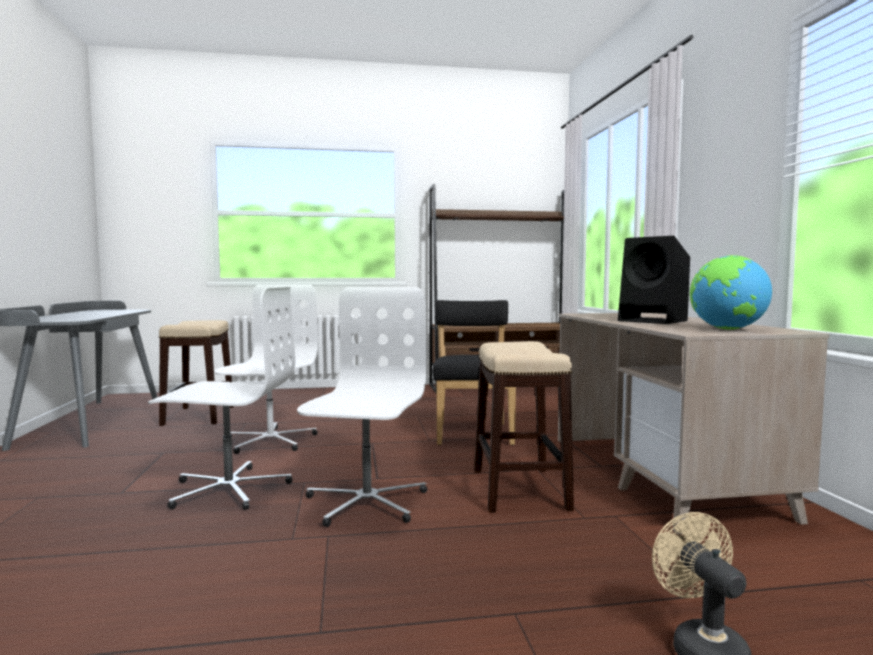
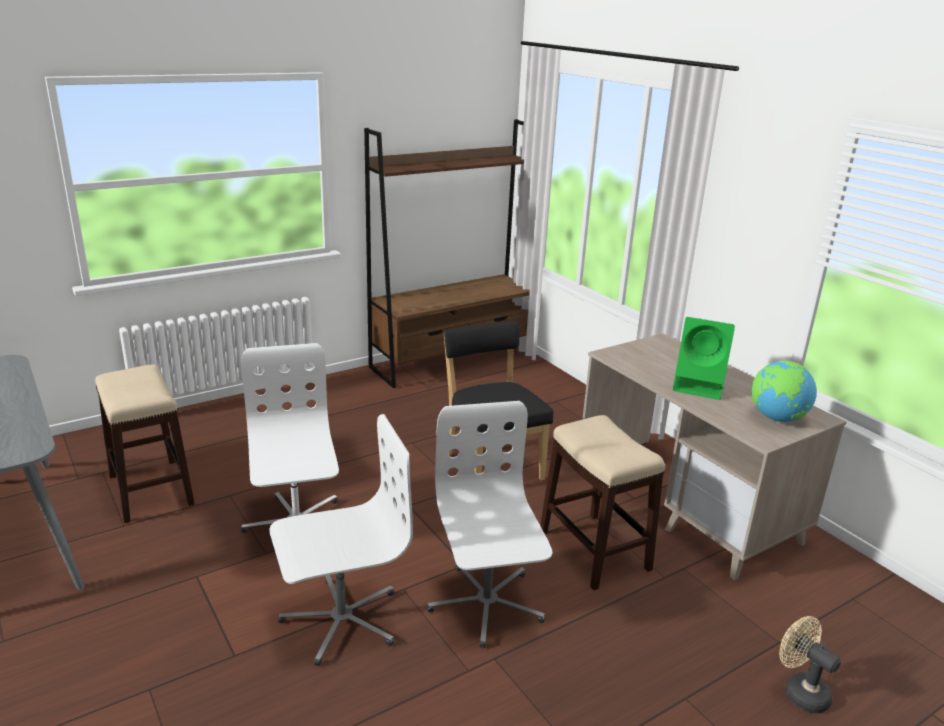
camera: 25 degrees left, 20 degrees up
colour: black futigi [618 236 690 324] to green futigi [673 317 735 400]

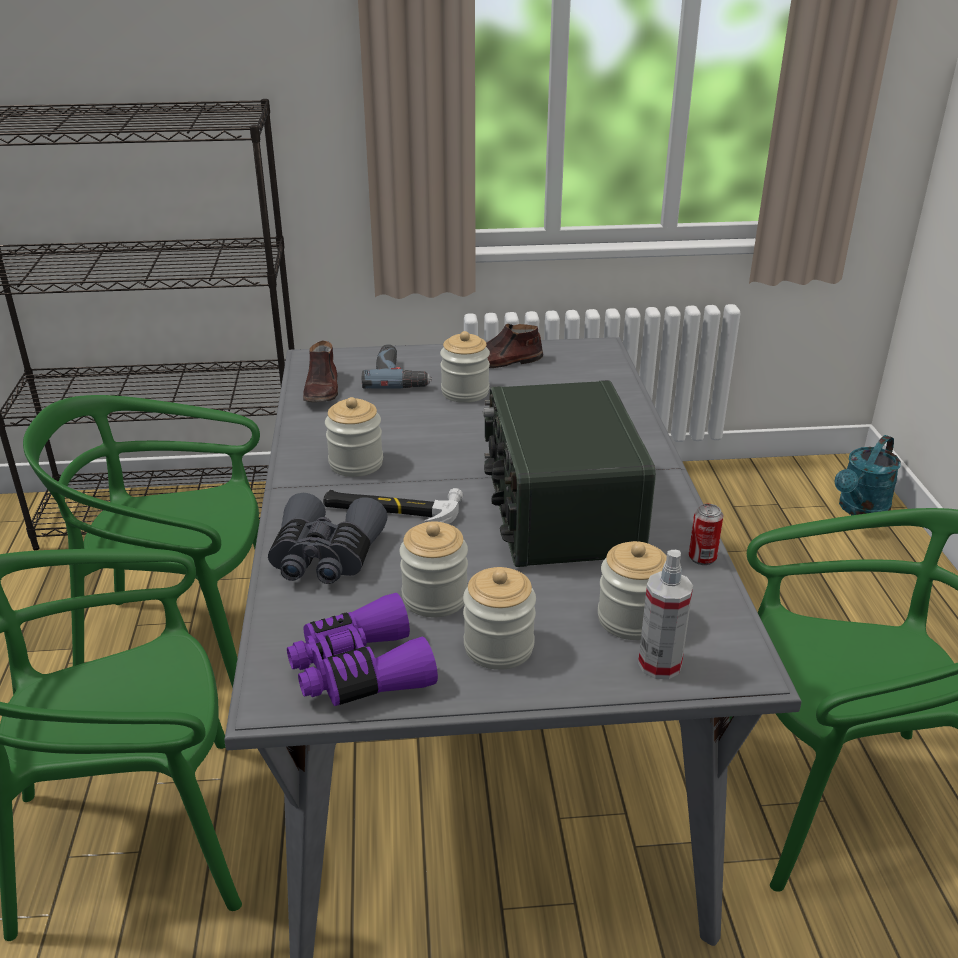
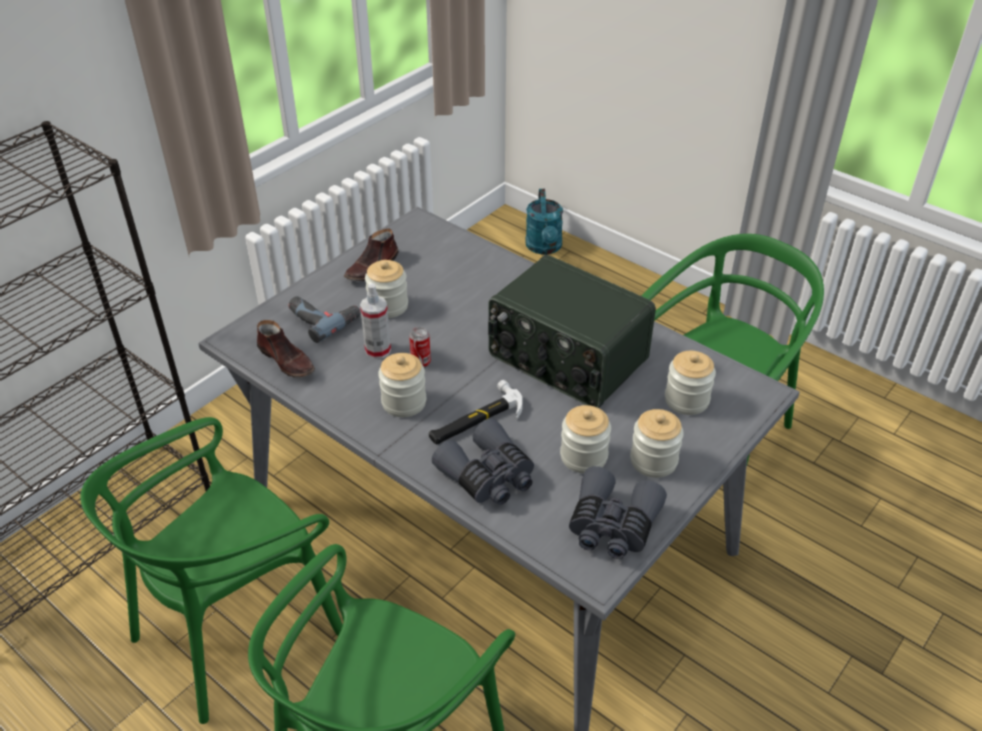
camera: 45 degrees left, 10 degrees up
relocated: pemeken [689 504 724 565] to [409 327 431 368]; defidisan [638 550 693 679] to [360 283 391 359]
colour: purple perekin [287 593 438 706] to grey perekin [569 466 667 559]

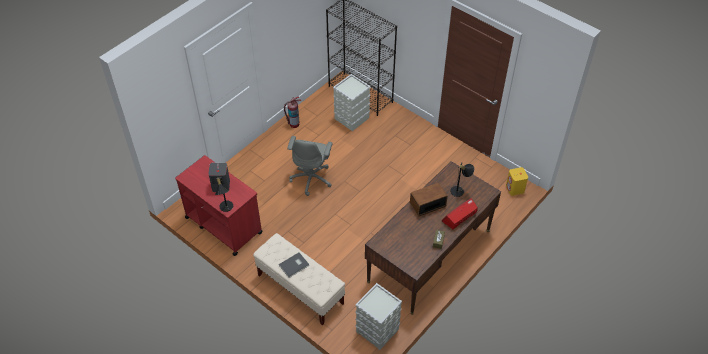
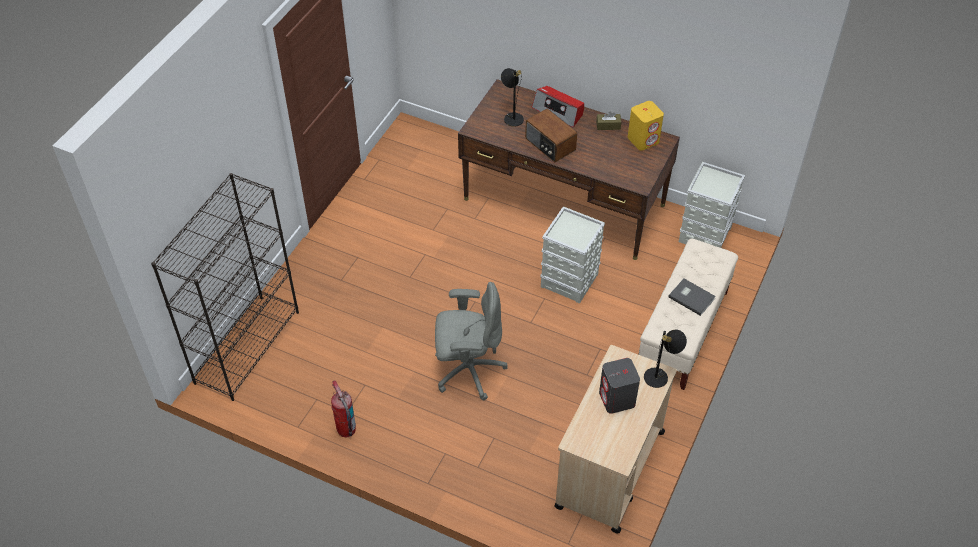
camera: 105 degrees left, 0 degrees up
relocated: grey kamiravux [333 74 371 131] to [540 206 605 304]; yellow futigi [506 167 528 196] to [628 101 664 151]
colour: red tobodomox [175 155 262 256] to beige tobodomox [554 345 677 534]

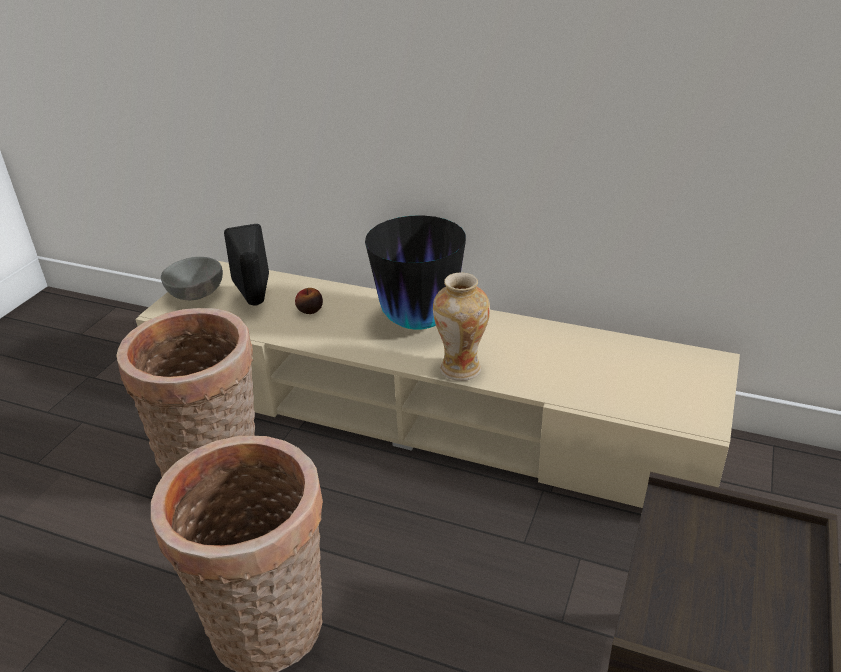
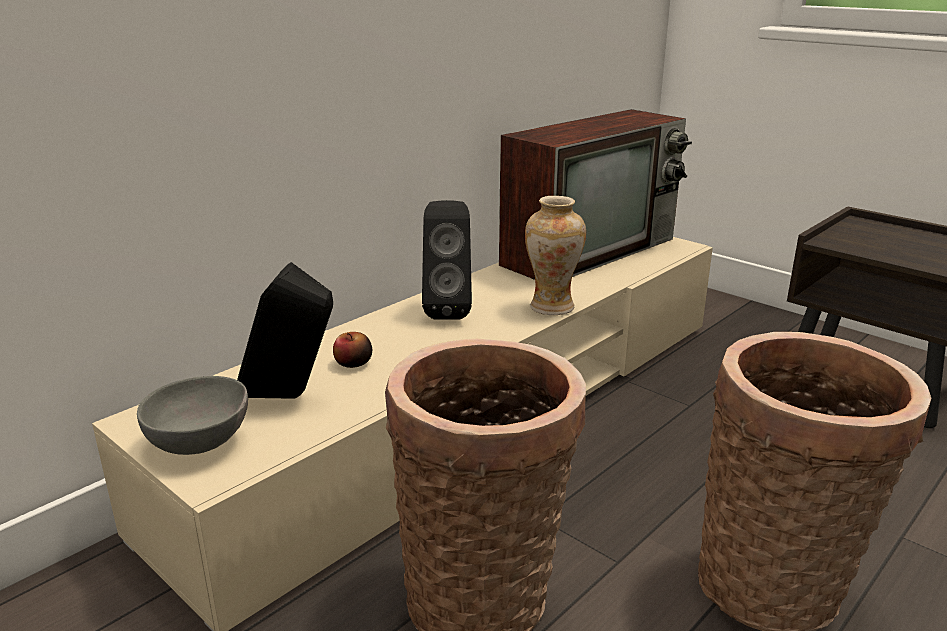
camera: 70 degrees left, 10 degrees down
appeared: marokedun [499 109 692 280]
exchanged: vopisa [365 215 466 329] to black futigi [422 200 472 320]

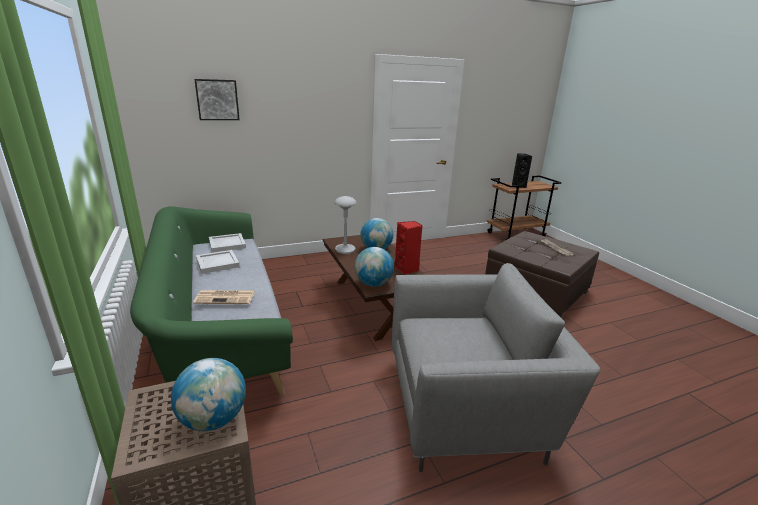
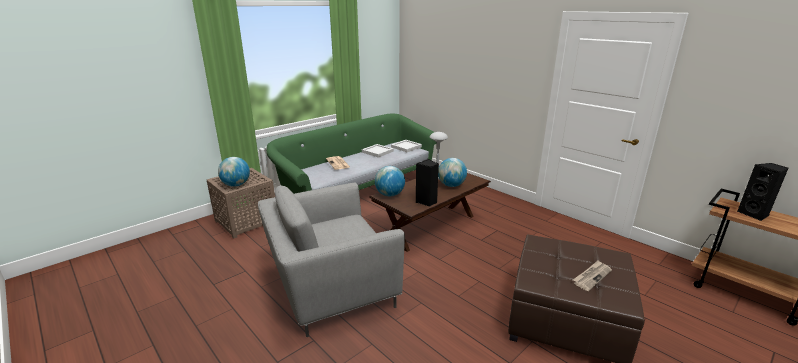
camera: 70 degrees right, 0 degrees up
missing: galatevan [194 79 240 120]
colour: red futigi [395 221 423 275] to black futigi [416 159 439 206]
spun: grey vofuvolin [392 263 600 472] = [258 182 405 337] 90 degrees clockwise

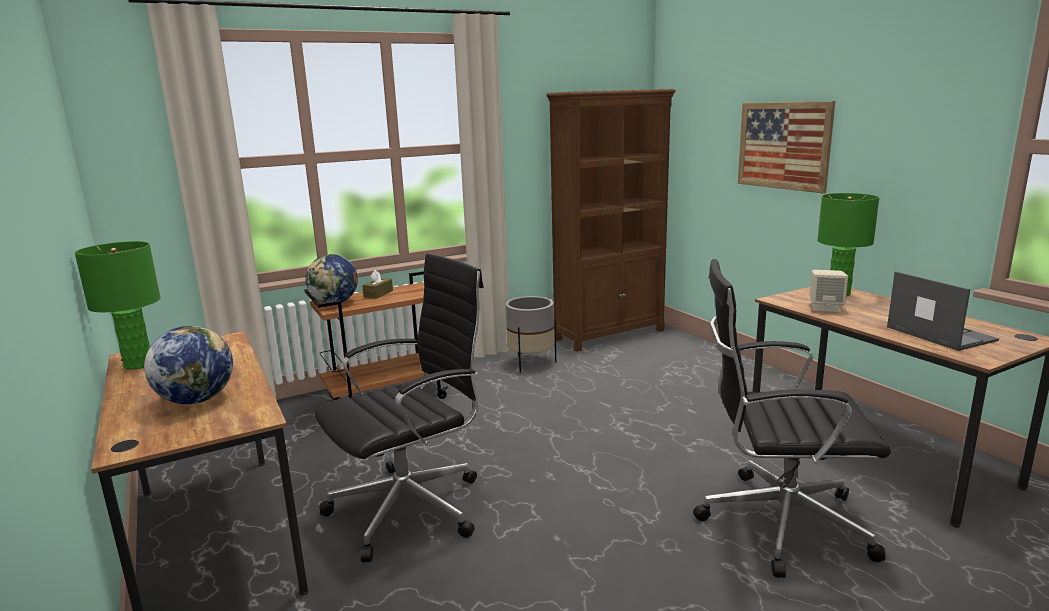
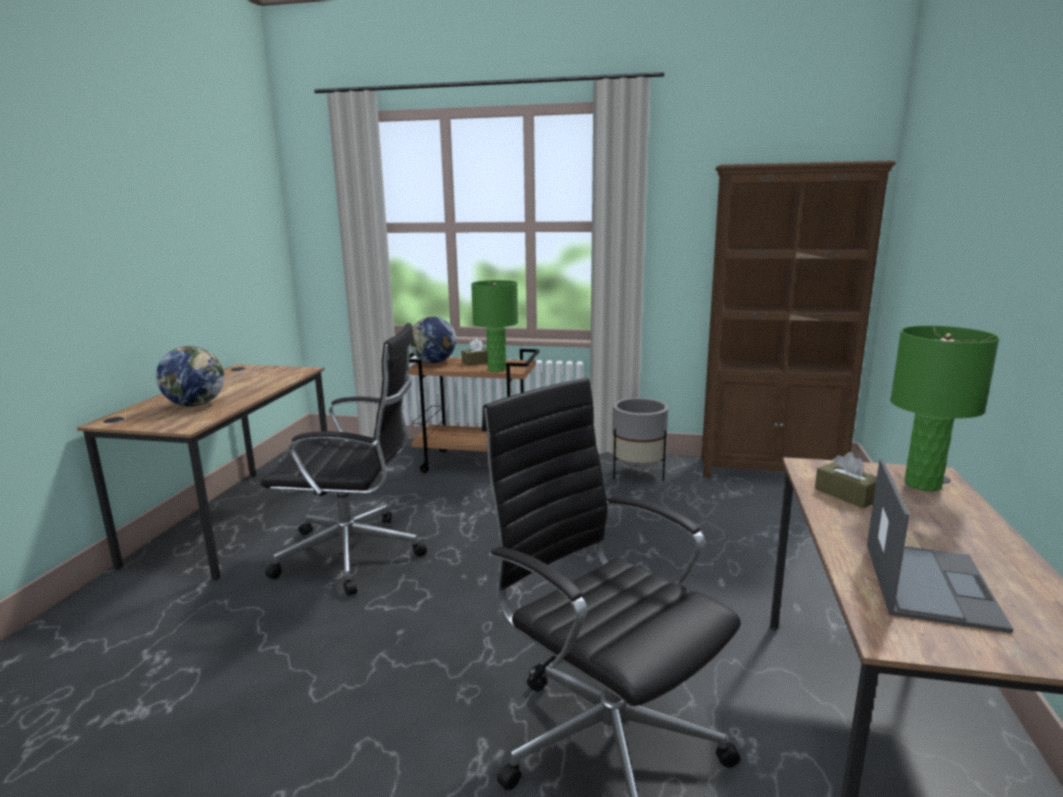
camera: 40 degrees right, 0 degrees up
missing: galatevan [738 101 835 194]
relocated: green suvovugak [74 241 161 370] to [471 280 518 372]
exchanged: beige futigi [810 270 848 312] to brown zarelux [815 452 877 508]

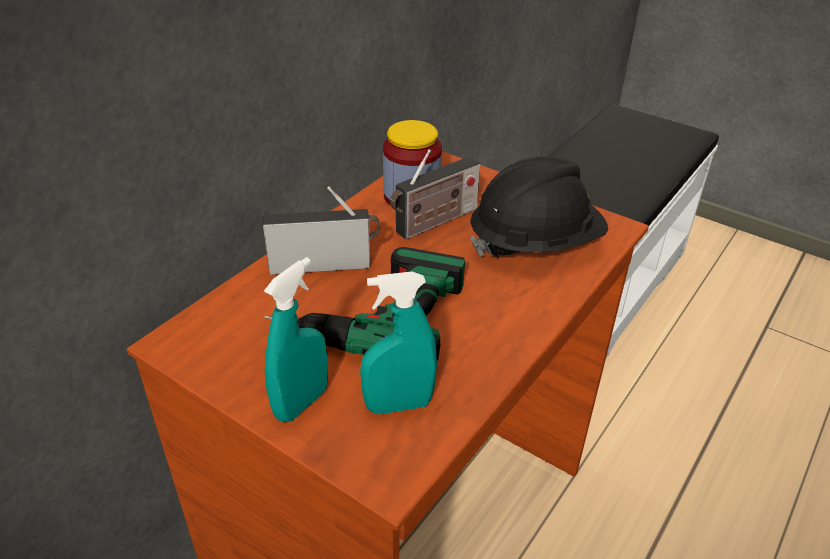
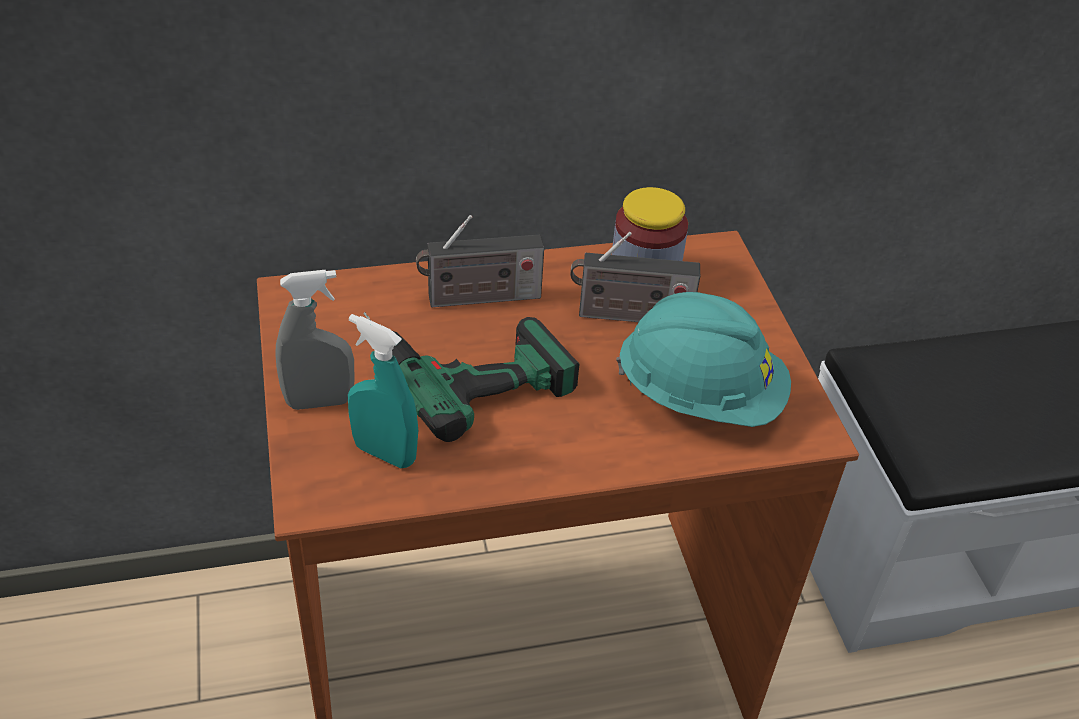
camera: 40 degrees right, 5 degrees up
colour: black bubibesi [470 156 608 258] to turquoise bubibesi [616 292 791 427]; turquoise defidisan [264 257 328 422] to grey defidisan [275 270 355 410]
spun: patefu [263 186 380 275] = [416 215 544 307] 135 degrees clockwise

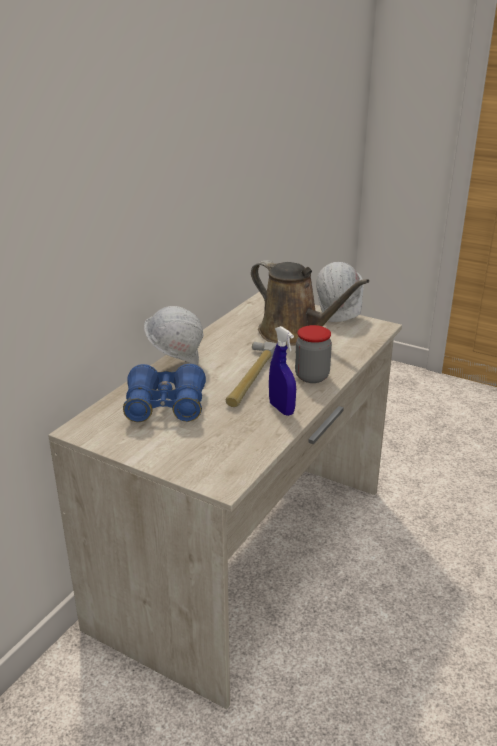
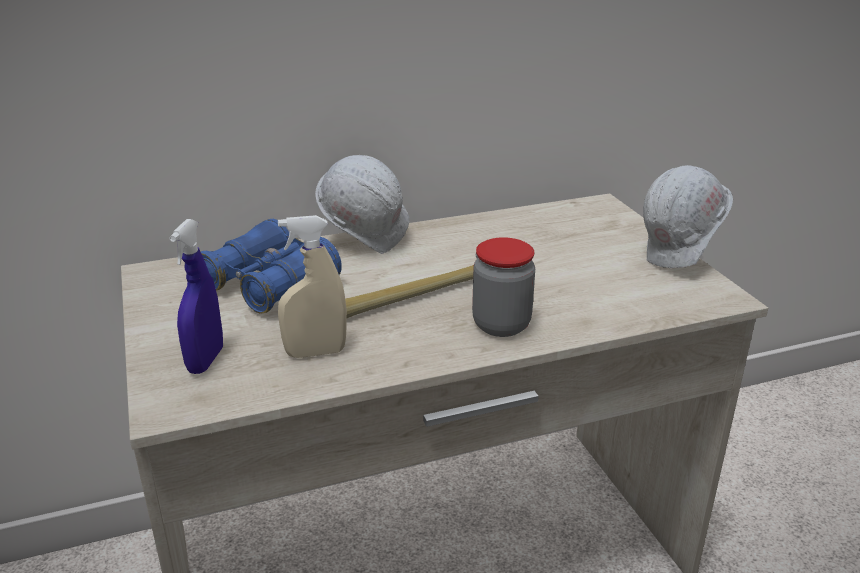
camera: 40 degrees right, 0 degrees up
missing: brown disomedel [251 260 369 346]
appeared: beige defidisan [278 215 347 358]
relocated: blue defidisan [269 326 296 416] to [169 219 223 374]

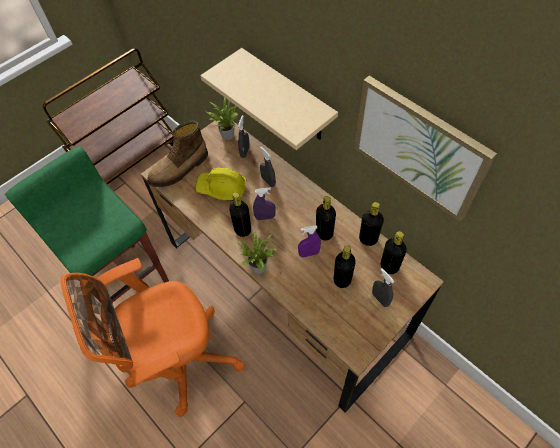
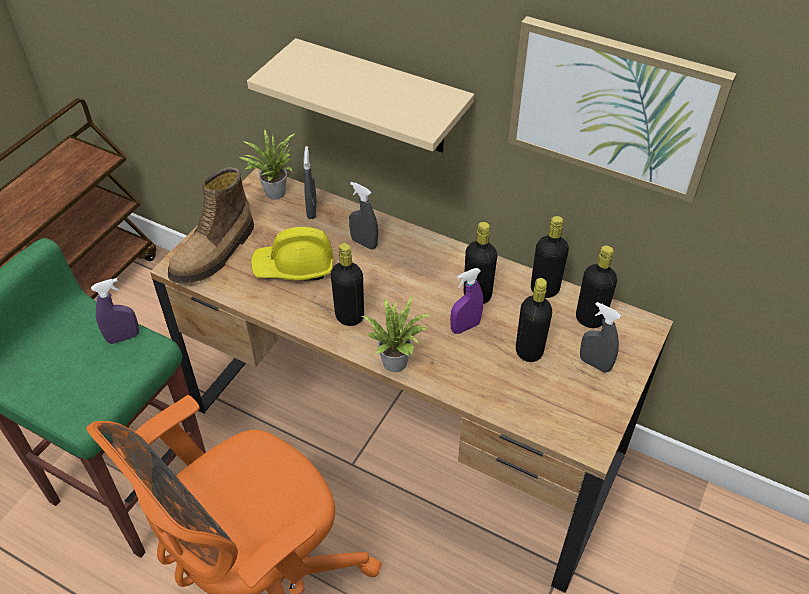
camera: 20 degrees left, 10 degrees down
relocated: purple defidisan [253 187 275 220] to [91 278 139 344]

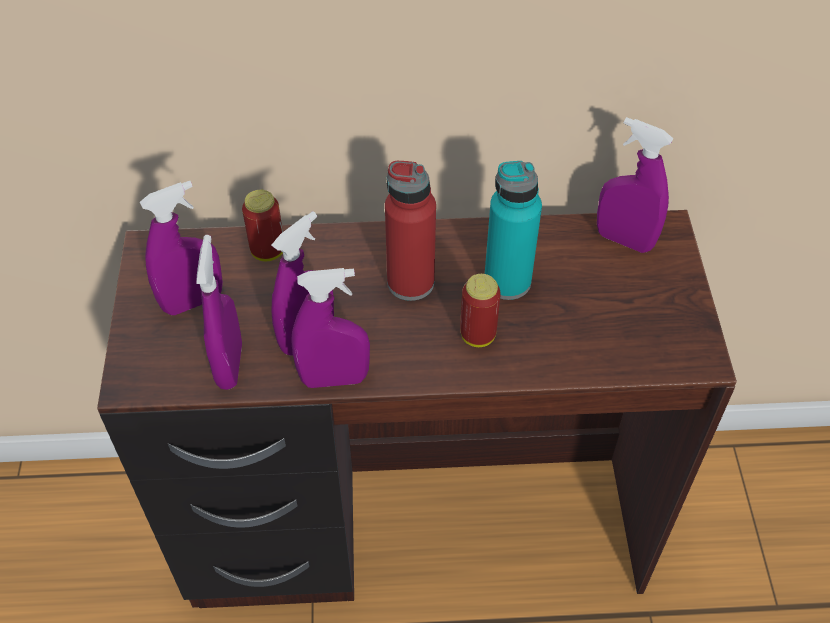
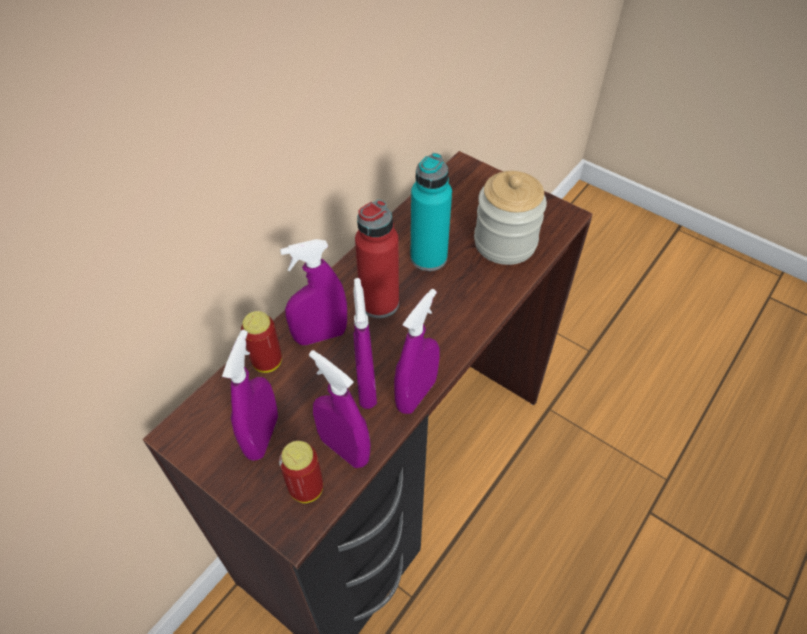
camera: 50 degrees left, 0 degrees up
appeared: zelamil [474 171 547 265]
relocated: purple defidisan [597 117 673 253] to [280 239 347 345]; pemeken [460 274 501 347] to [279 441 323 503]

